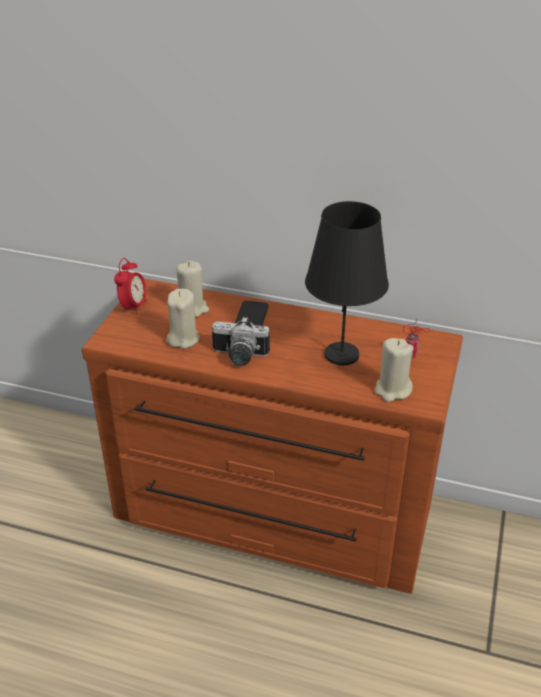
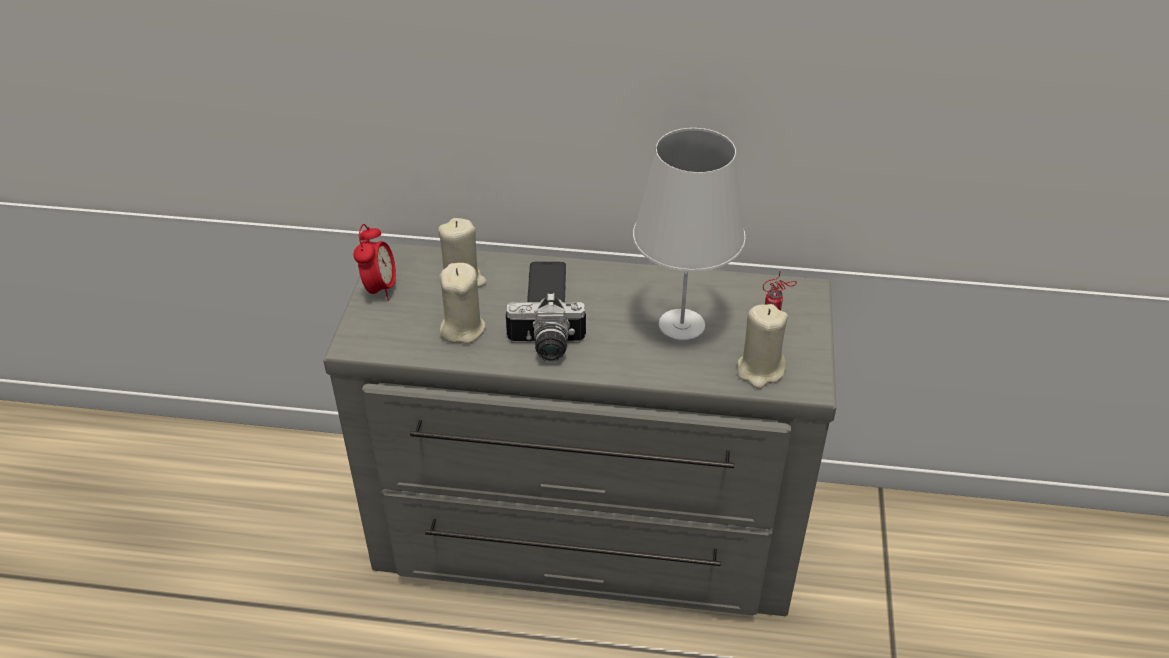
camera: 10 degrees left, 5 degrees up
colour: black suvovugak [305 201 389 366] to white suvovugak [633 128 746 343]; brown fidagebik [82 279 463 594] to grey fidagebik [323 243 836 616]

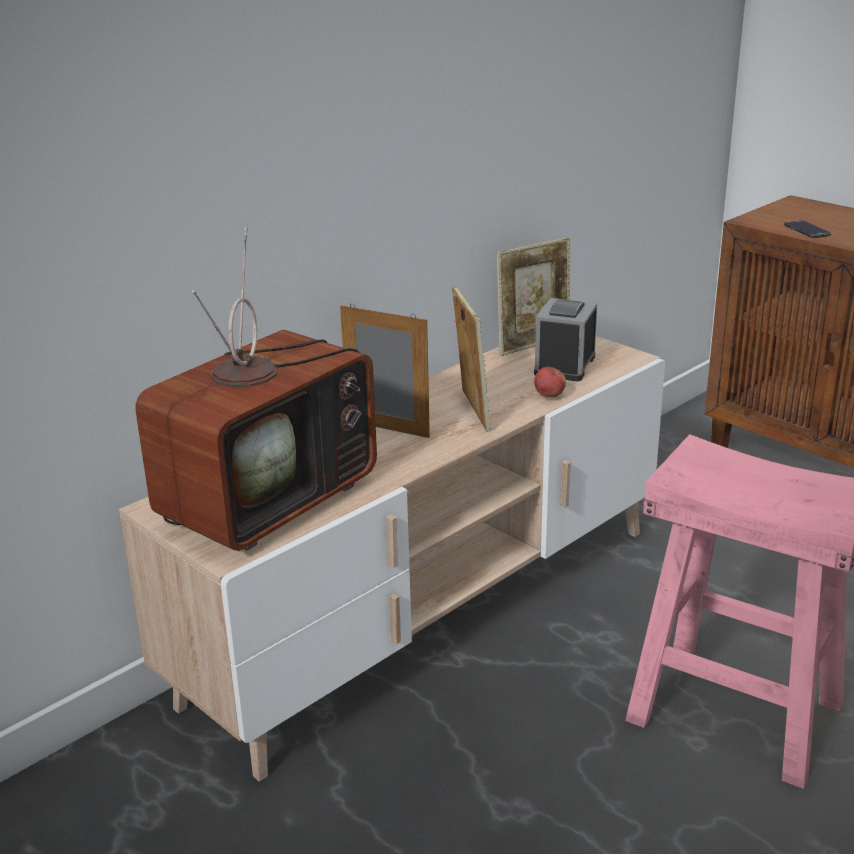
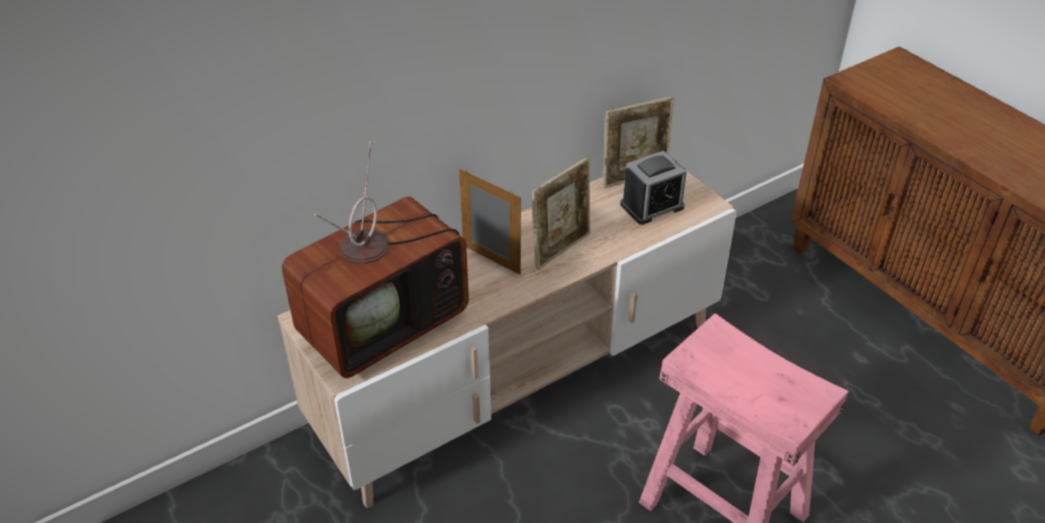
camera: 10 degrees right, 15 degrees up
missing: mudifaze [784 220 831 238]; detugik [534 367 566 398]
spun: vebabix [452 286 491 432] = [532 157 590 270] 45 degrees clockwise; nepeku [534 298 597 381] = [620 151 687 225] 150 degrees counterclockwise

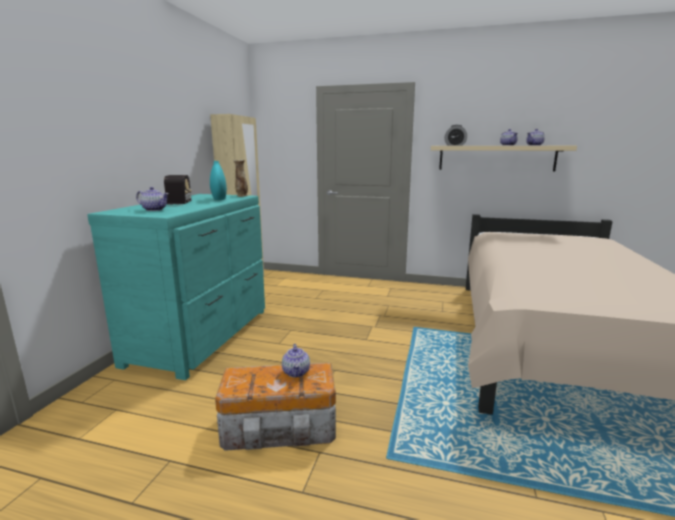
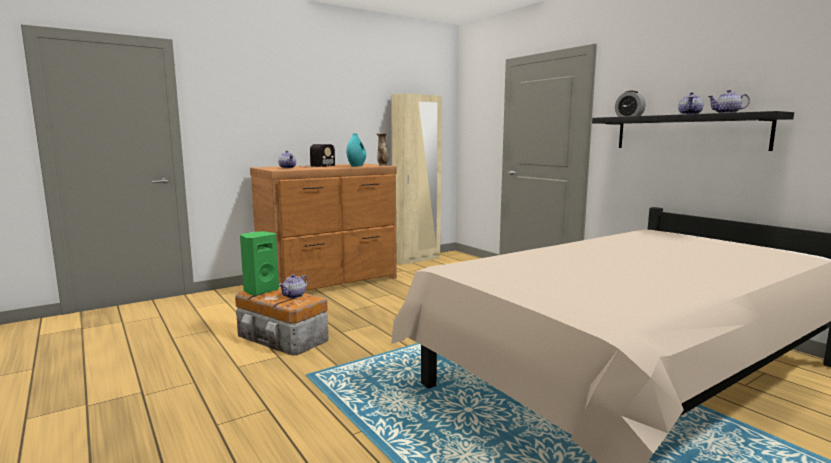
camera: 40 degrees right, 5 degrees down
appeared: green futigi [240 231 279 296]
colour: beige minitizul [431 146 577 171] to black minitizul [592 111 794 151]; turquoise fidagebik [87 194 265 380] to brown fidagebik [250 164 397 291]

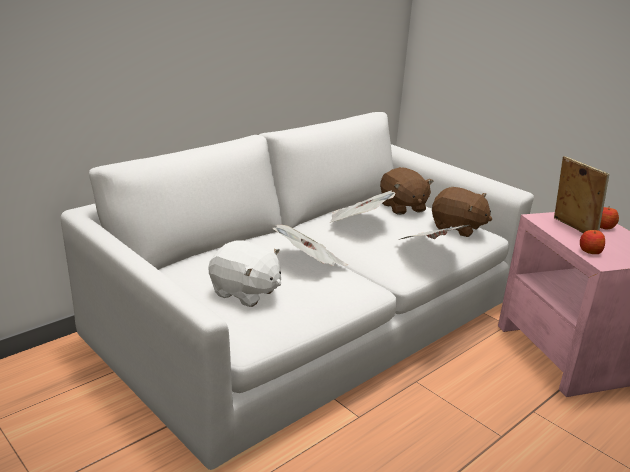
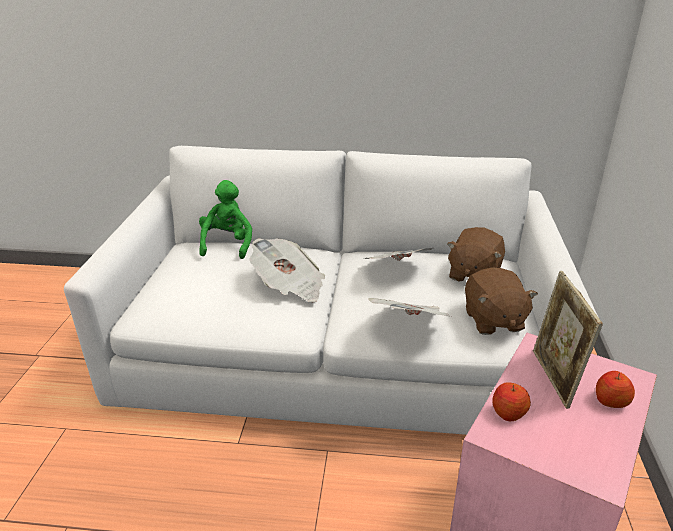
camera: 50 degrees right, 5 degrees up
missing: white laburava [208 240 281 307]
appeared: green laburava [199 180 252 259]
spun: vebabix [554 156 609 233] = [533 271 603 409] 150 degrees clockwise

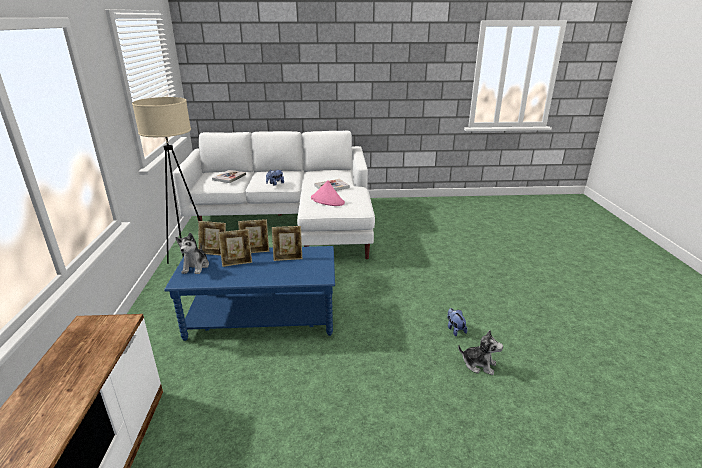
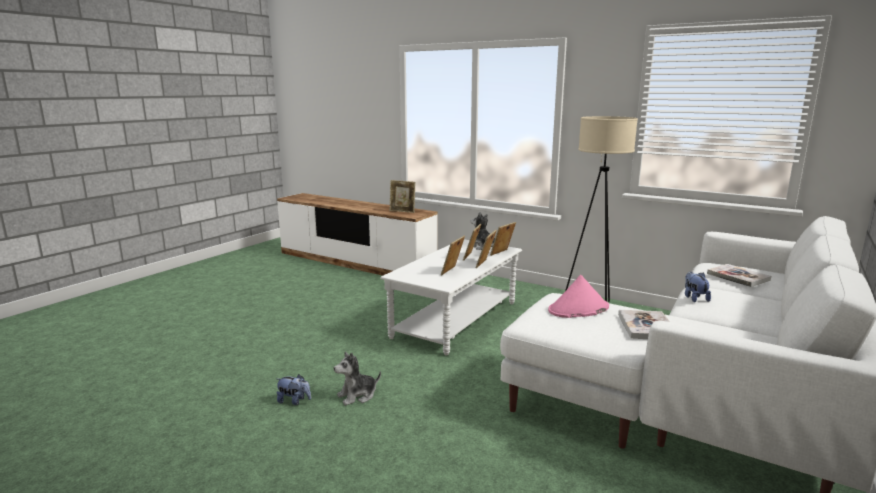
camera: 125 degrees right, 10 degrees down
appeared: vebabix [390 180 415 213]
relocated: laburava [458 330 503 375] to [334 351 381 406]
colour: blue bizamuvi [164 246 335 341] to white bizamuvi [380 239 522 356]

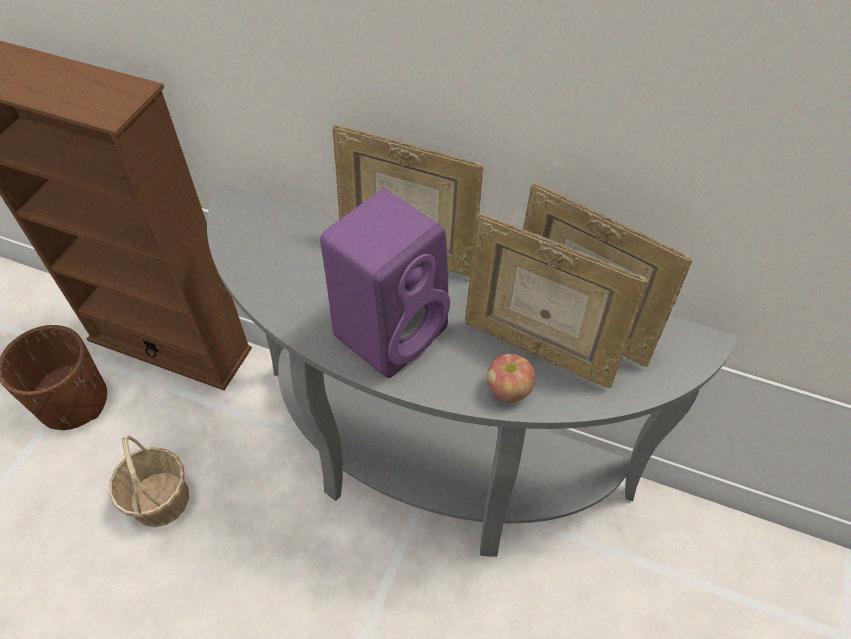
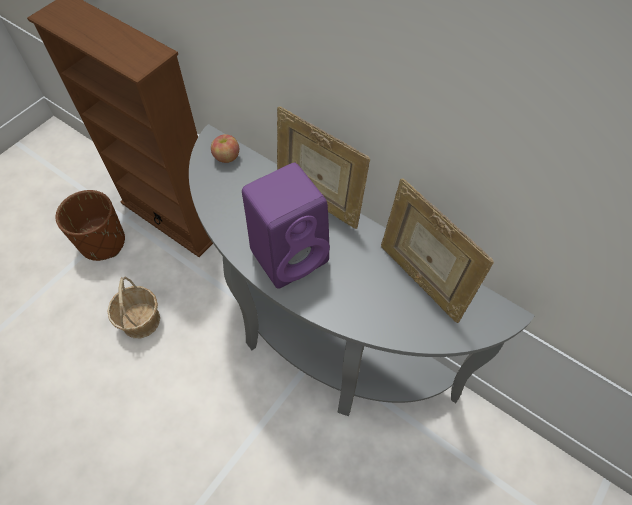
camera: 15 degrees right, 5 degrees up
missing: vebabix [465 213 649 388]
relocated: detugik [487 354 535 402] to [211 134 239 163]

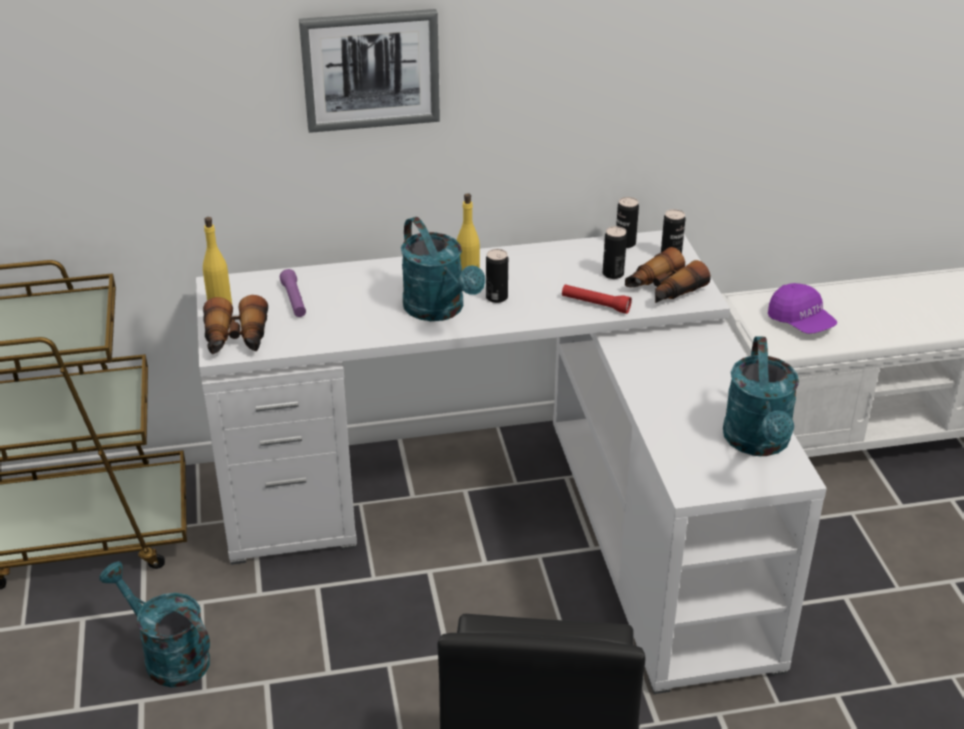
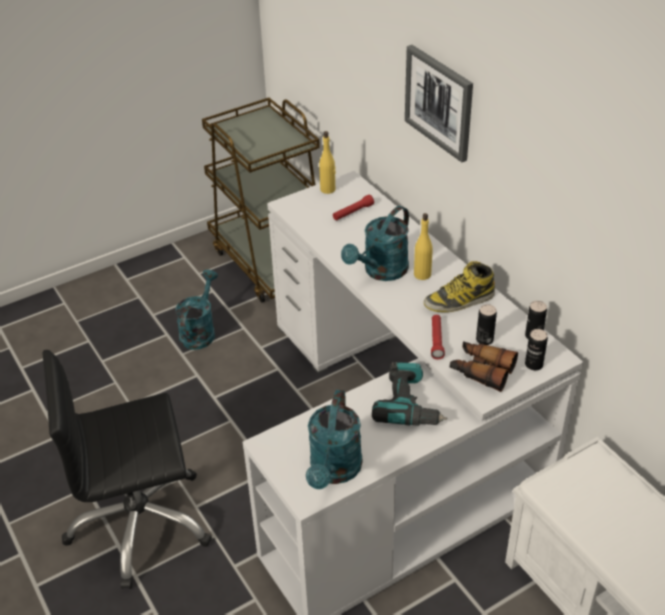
camera: 70 degrees right, 5 degrees up
missing: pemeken [486 249 508 303]; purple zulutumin [768 283 837 334]; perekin [203 295 268 354]
appeared: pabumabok [424 261 495 312]; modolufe [372 362 447 426]
colour: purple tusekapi [280 269 306 317] to red tusekapi [333 195 374 220]
spun: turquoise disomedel [723 336 799 456] = [306 390 363 489] 60 degrees counterclockwise

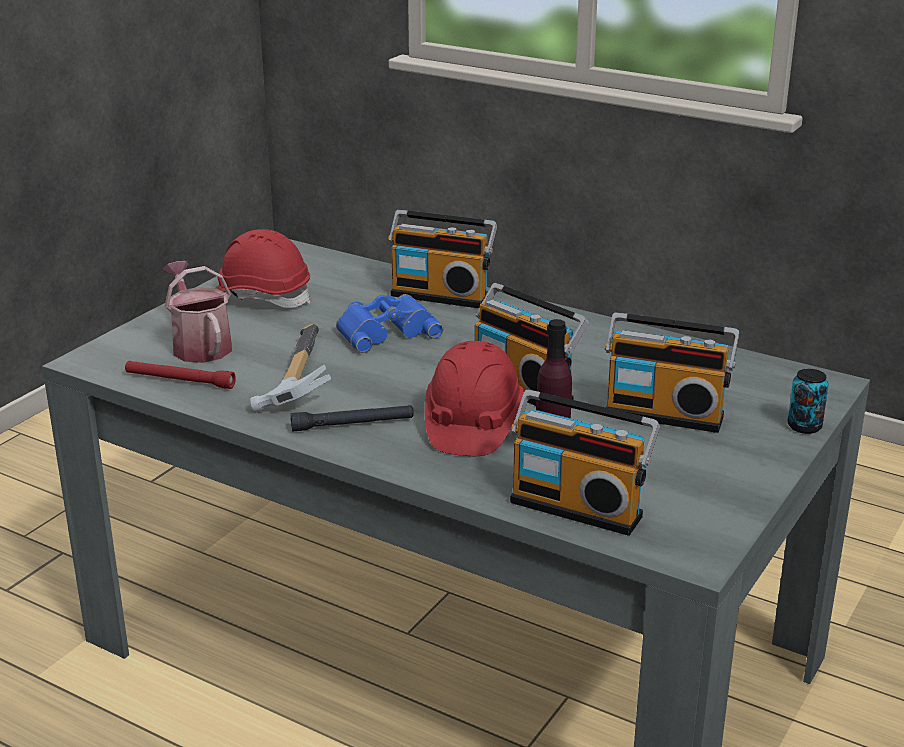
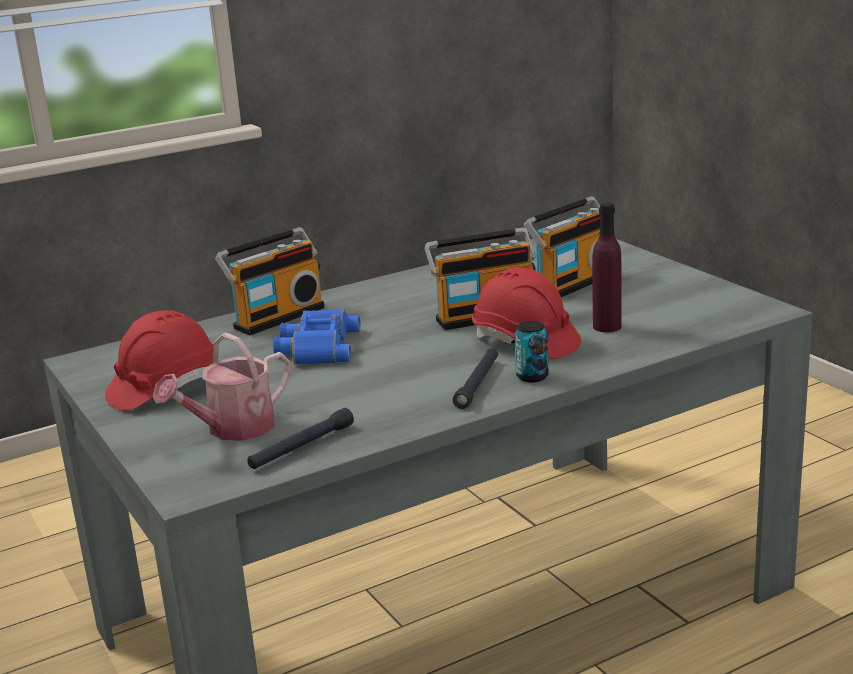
camera: 60 degrees left, 5 degrees down
missing: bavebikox [250 324 331 413]; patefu [510 390 660 536]
relocated: pemeken [787 369 829 434] to [515 321 549 382]
colour: red tusekapi [125 361 236 389] to black tusekapi [247 408 354 469]
spun: disomedel [163 261 232 363] = [153 332 291 441] 45 degrees counterclockwise

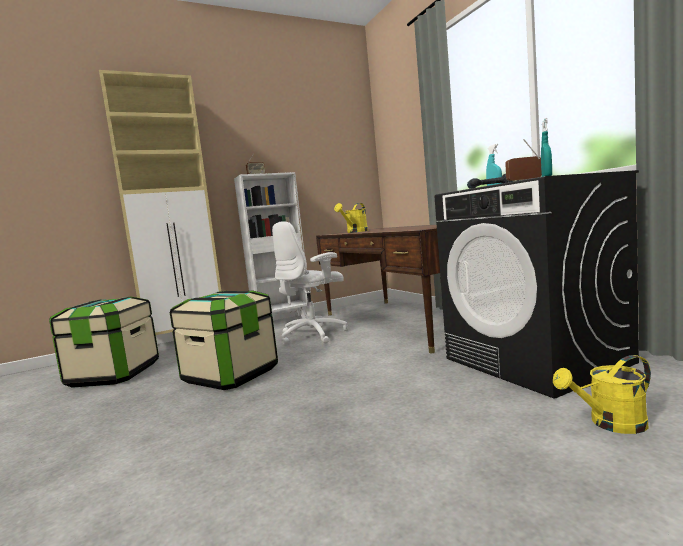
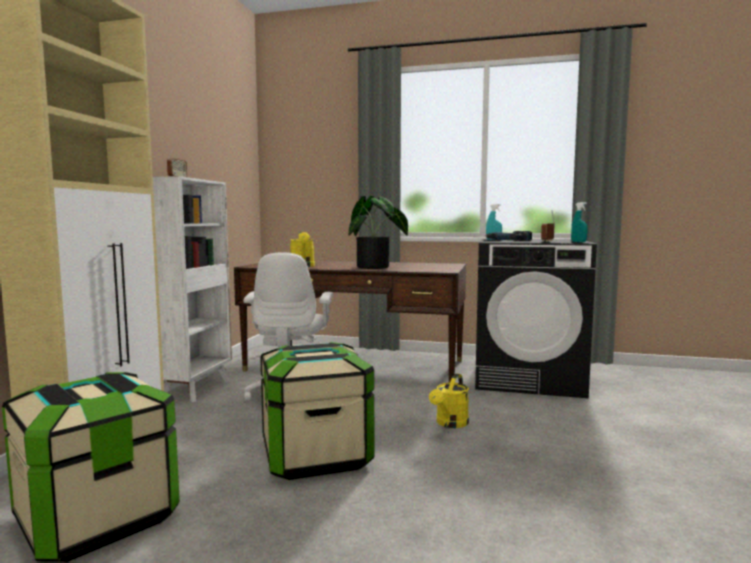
camera: 50 degrees left, 0 degrees up
appeared: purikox [349 196 408 269]
relocated: yellow disomedel [553 355 651 434] to [429 374 469 428]

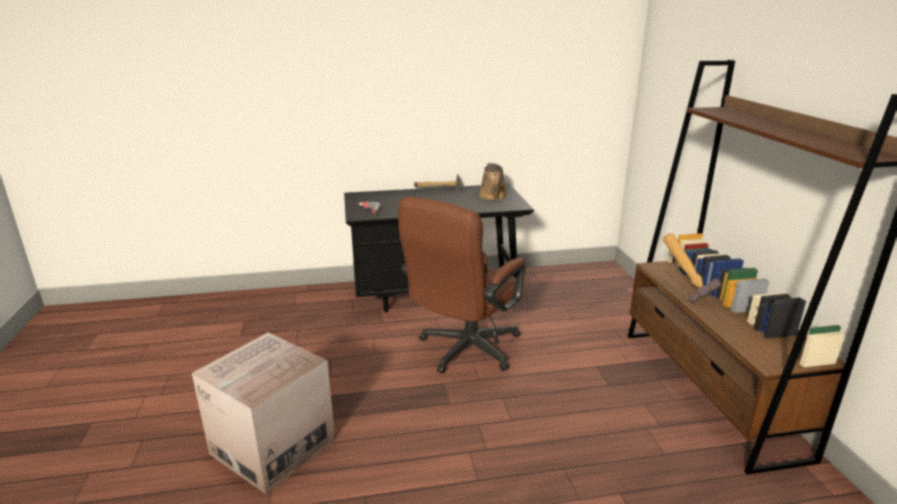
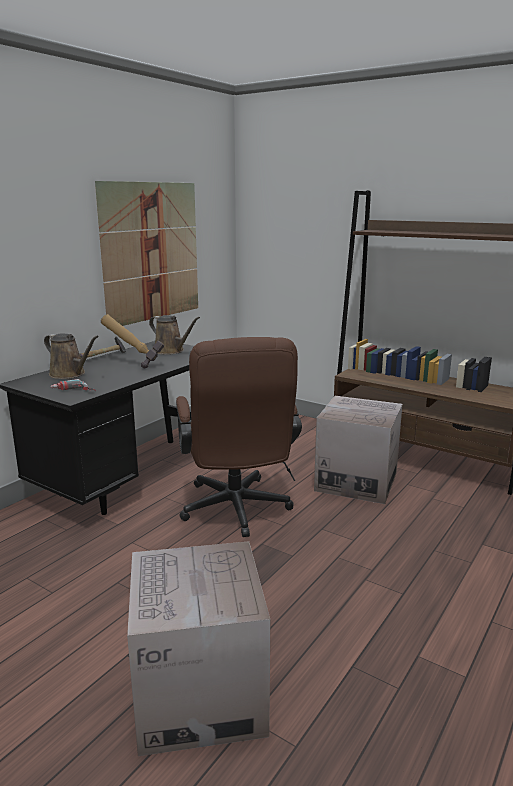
camera: 45 degrees left, 5 degrees down
appeared: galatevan [95 181 198 329]; brown disomedel [44 333 99 379]; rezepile [314 396 402 504]
relocated: bavebikox [663 233 722 303] to [101 314 164 368]

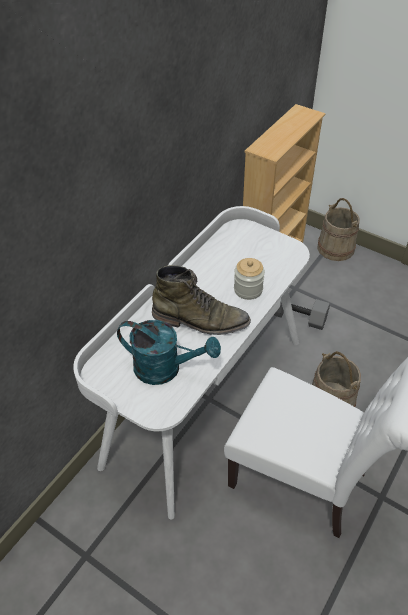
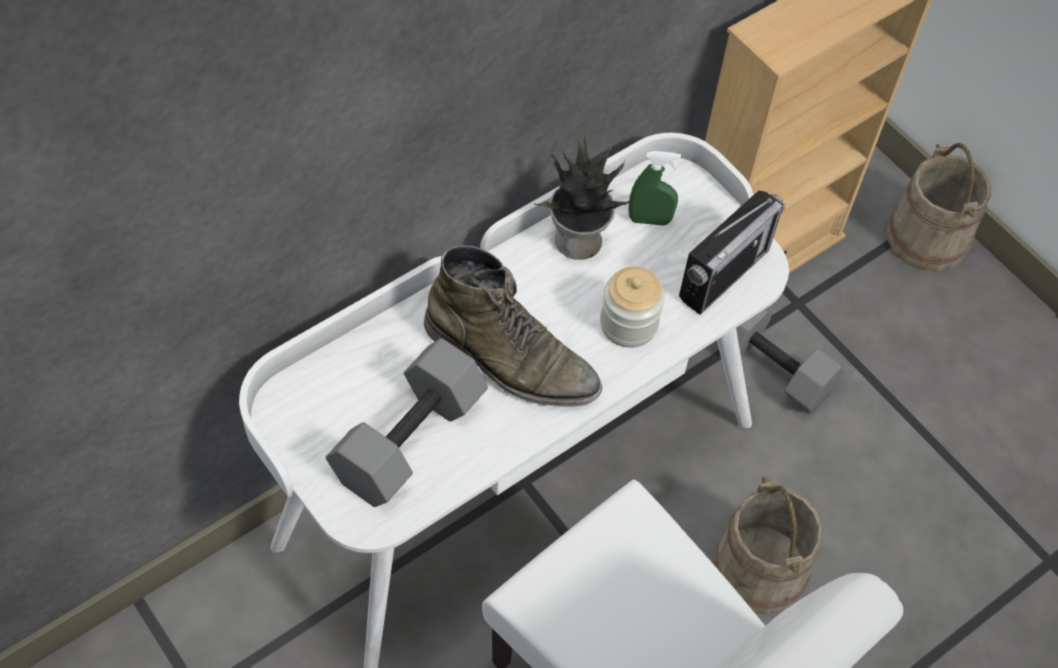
camera: 15 degrees right, 10 degrees up
appeared: purikox [533 134 631 260]; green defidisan [629 151 681 225]; patefu [679 191 785 315]
exchanged: turquoise disomedel [117 320 221 385] to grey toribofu [326 338 488 507]

